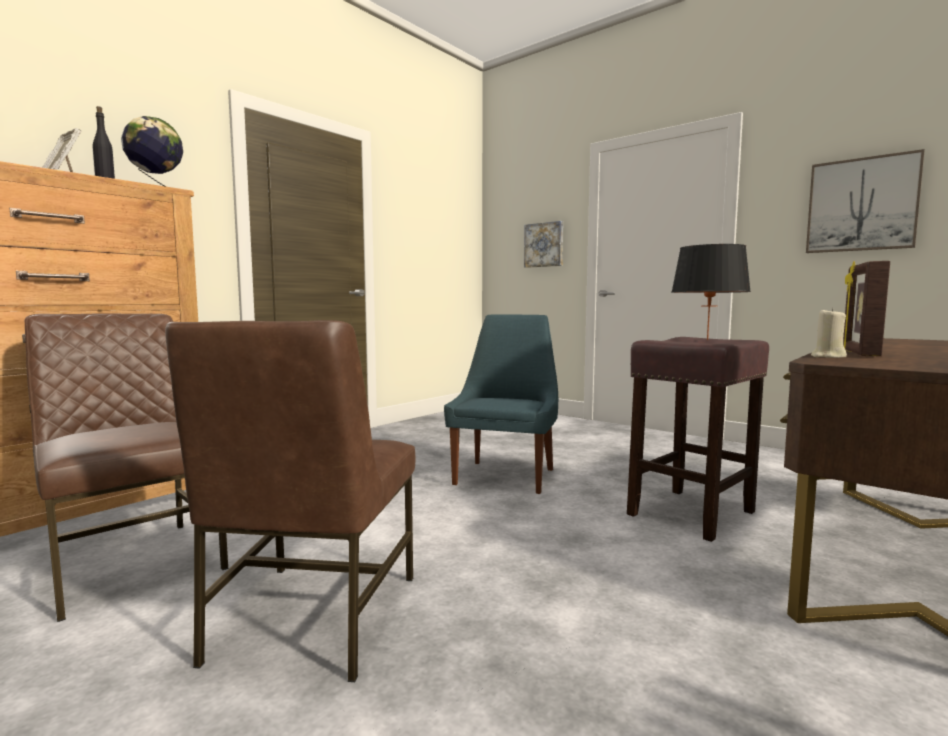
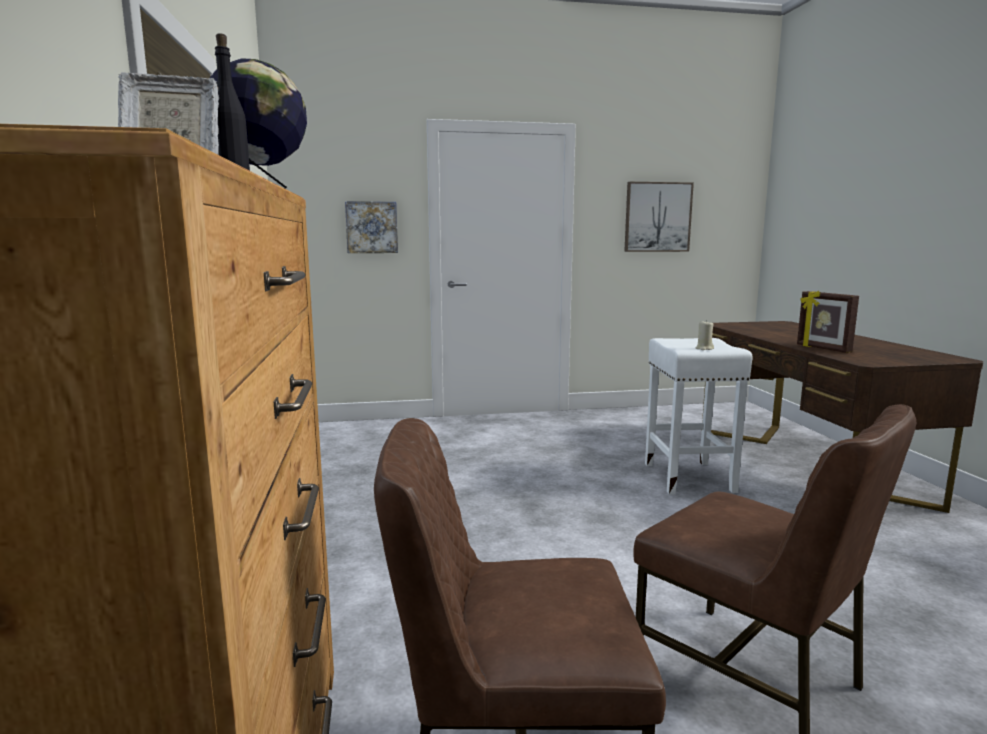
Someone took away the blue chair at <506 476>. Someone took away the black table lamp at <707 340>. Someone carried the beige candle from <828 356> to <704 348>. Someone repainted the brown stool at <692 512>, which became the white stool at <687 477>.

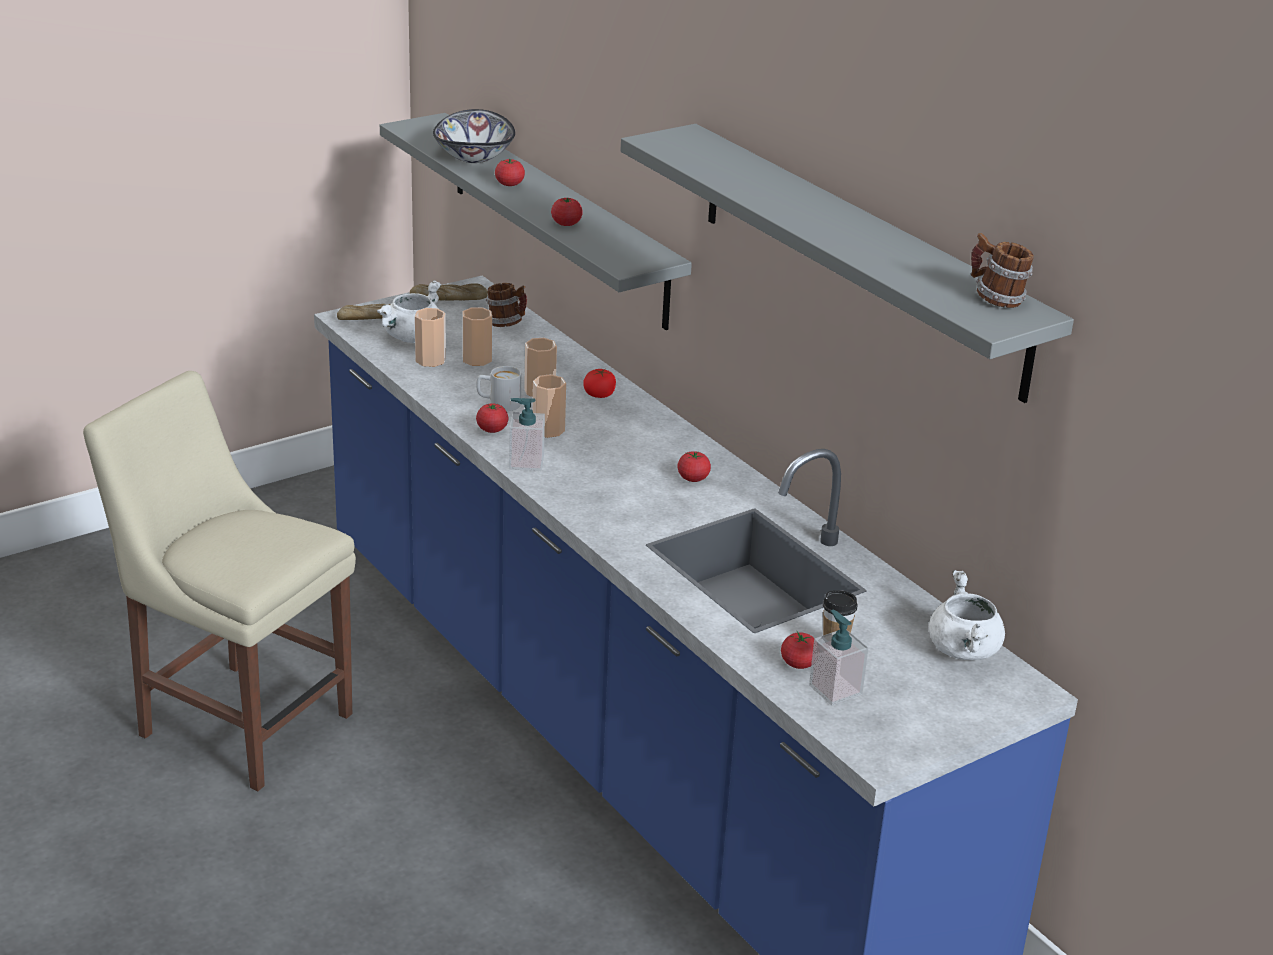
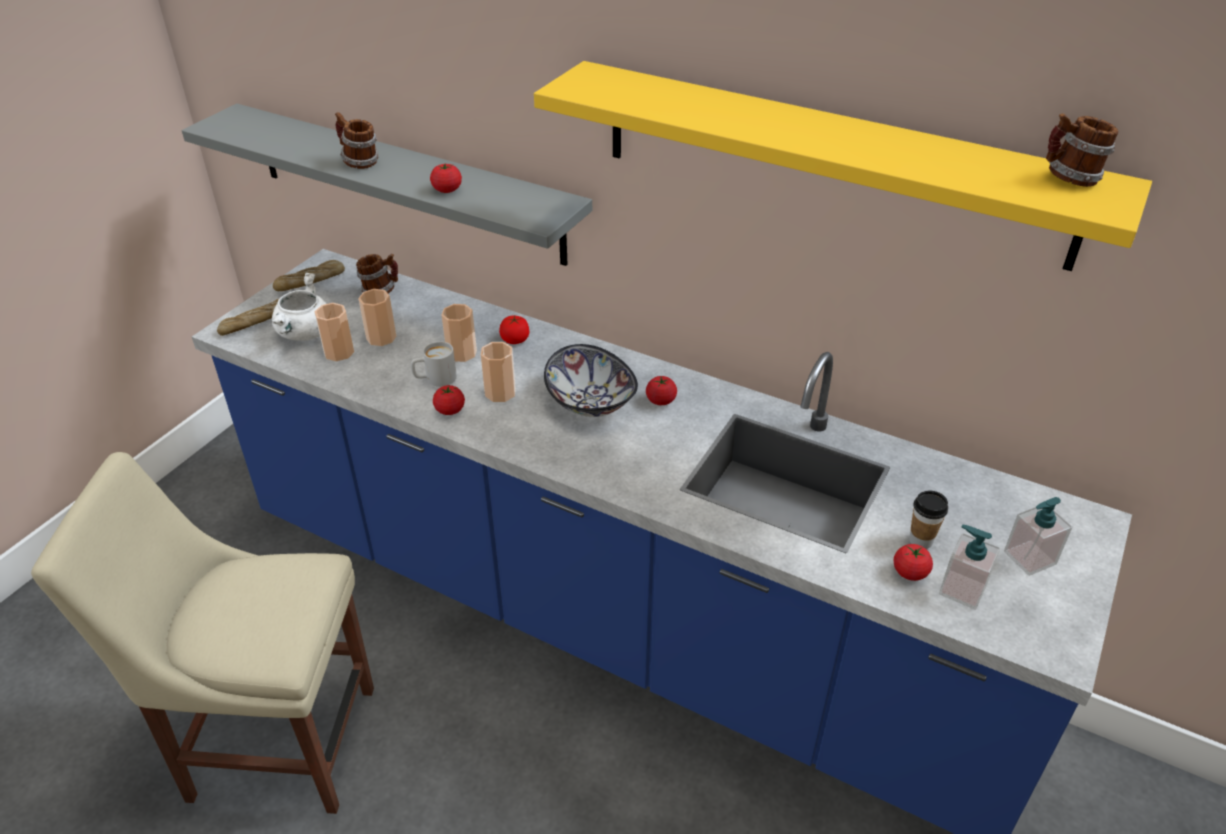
Someone took away the white cooking pot at <965 651>. Someone carried the bowl from <473 156> to <589 402>. Someone carried the soap dispenser from <526 462> to <1029 558>. Someone swapped the tomato at <509 184> for the mug at <359 162>. Someone repainted the grey shelf at <859 257>, which became the yellow shelf at <829 162>.

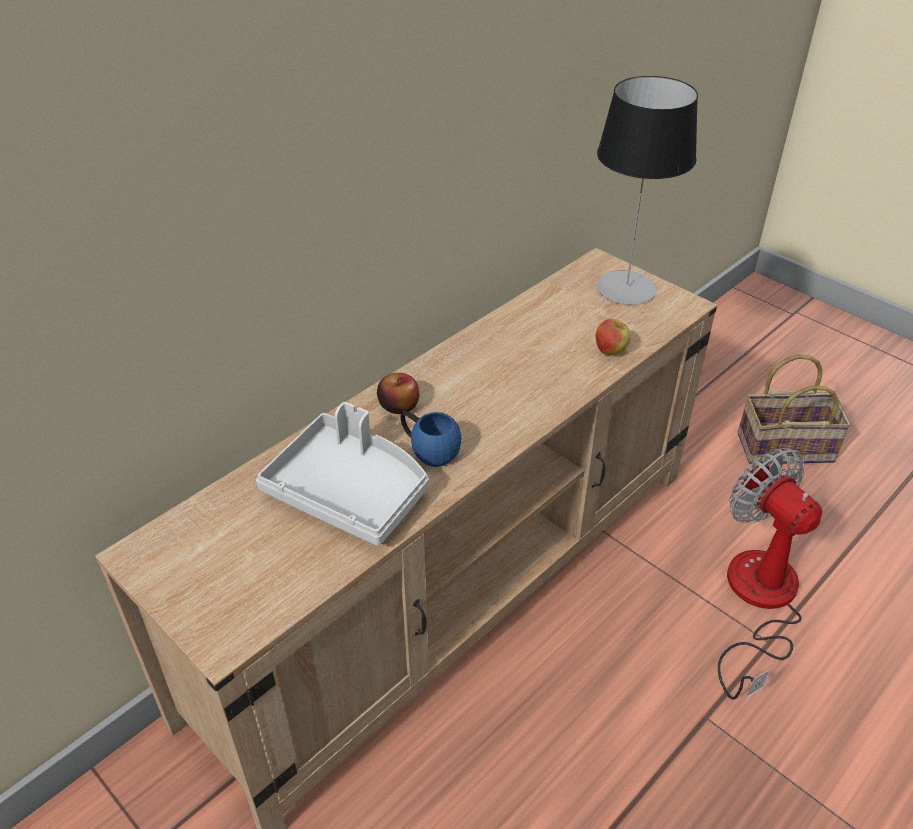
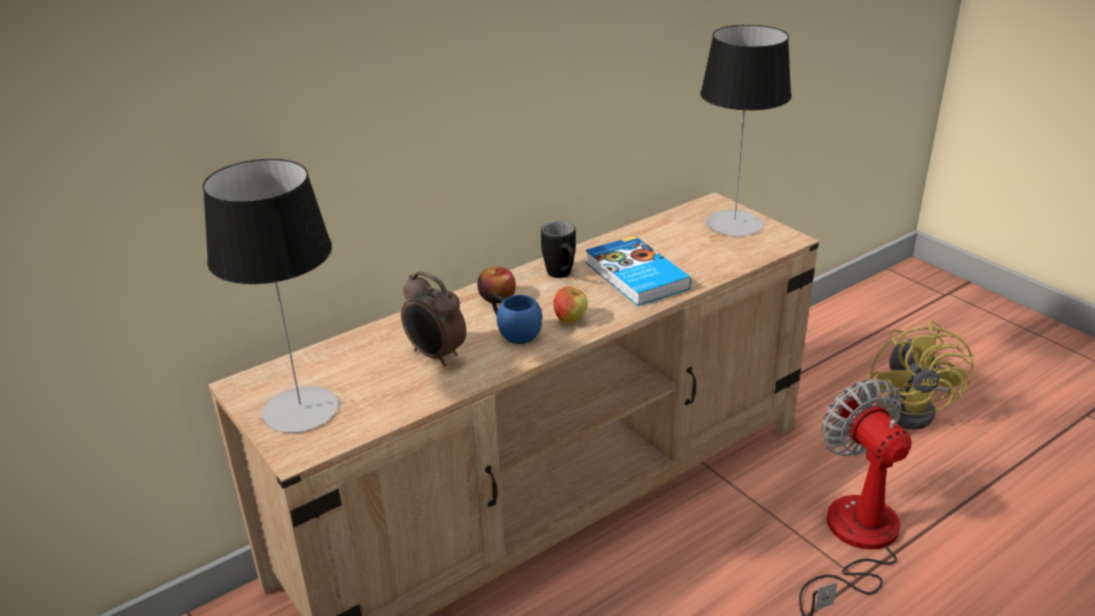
Someone put down the table lamp at <301 409>. Someone put down the black mug at <562 276>. Someone put down the book at <635 276>. Someone carried the apple from <610 351> to <570 320>. Someone swapped the grey tray at <349 491> for the alarm clock at <435 356>. Someone swapped the basket at <786 446> for the yellow fan at <914 409>.

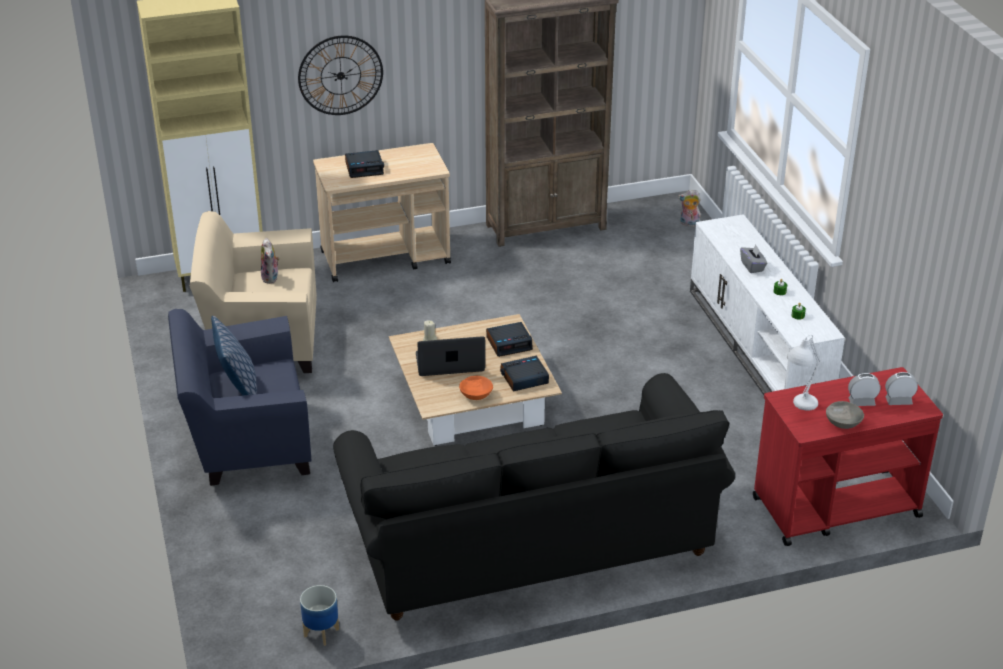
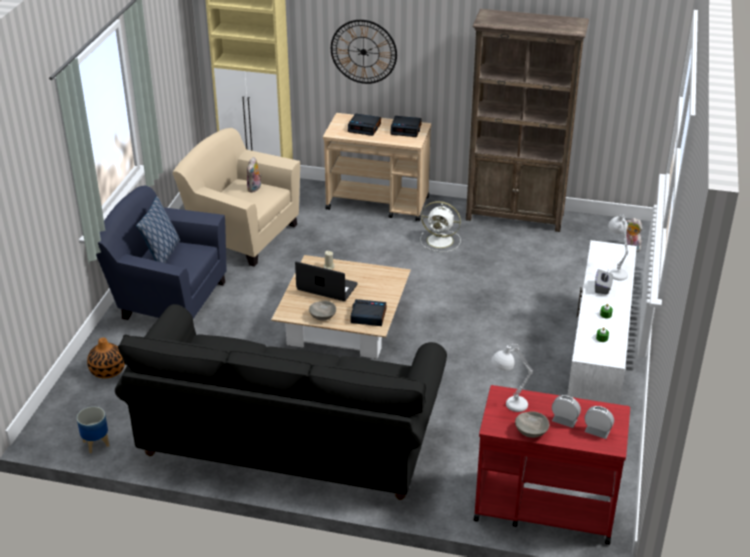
Someone put down the vase at <107 370>. Someone put down the white fan at <441 241>. Someone put down the white table lamp at <615 270>. Someone carried the alarm clock from <509 343> to <406 130>. Someone repainted the orange bowl at <475 395>, which became the grey bowl at <322 316>.

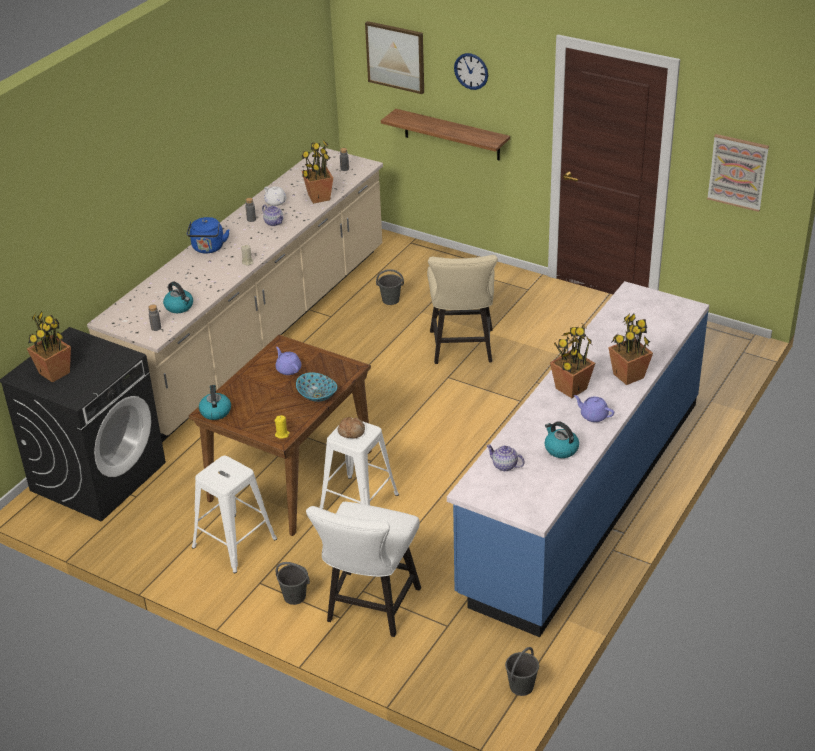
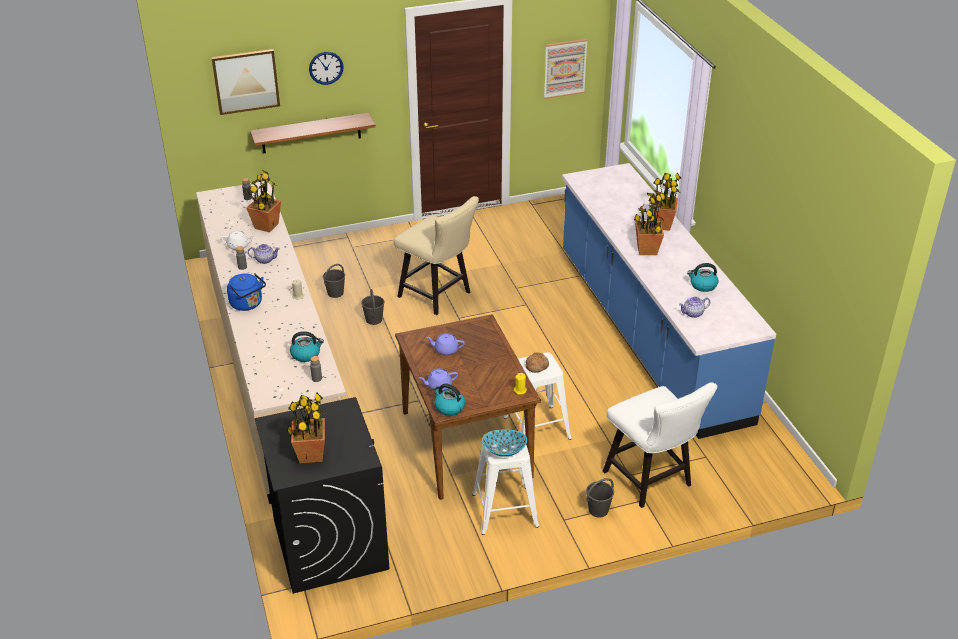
Someone carried the bowl from <317 395> to <504 450>. Someone carried the grey bucket from <521 686> to <374 320>. Someone carried the purple teapot from <593 415> to <439 386>.

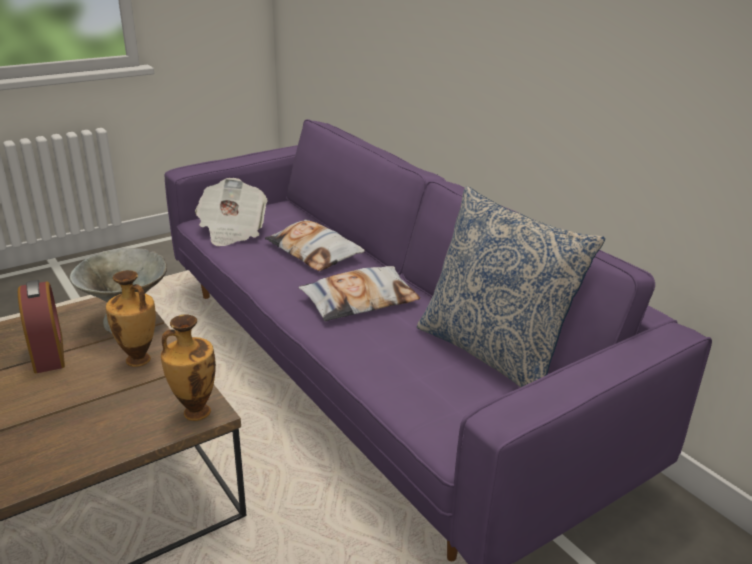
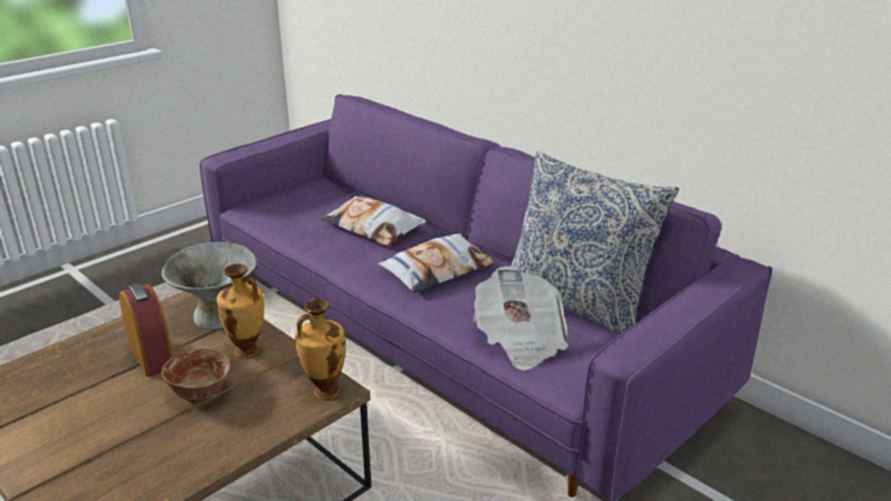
Someone put down the bowl at <200 393>. Someone carried the newspaper from <232 230> to <519 340>.

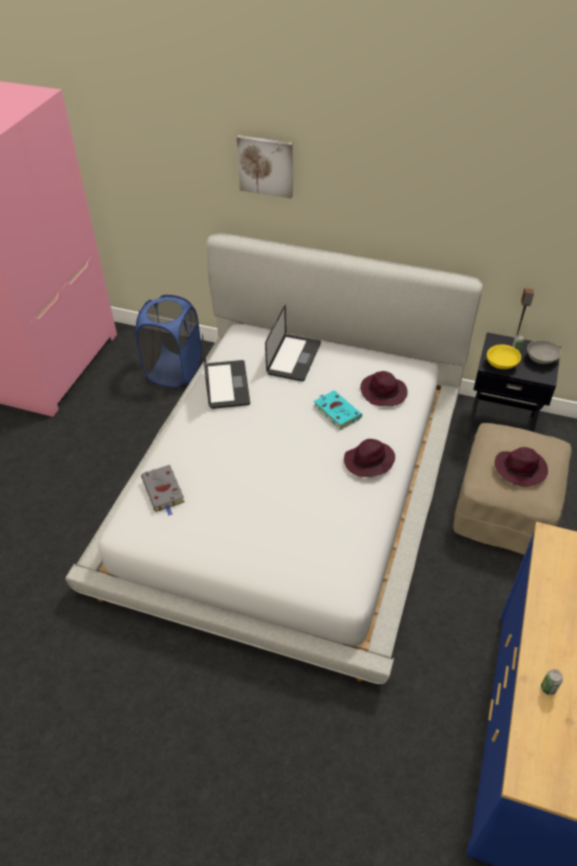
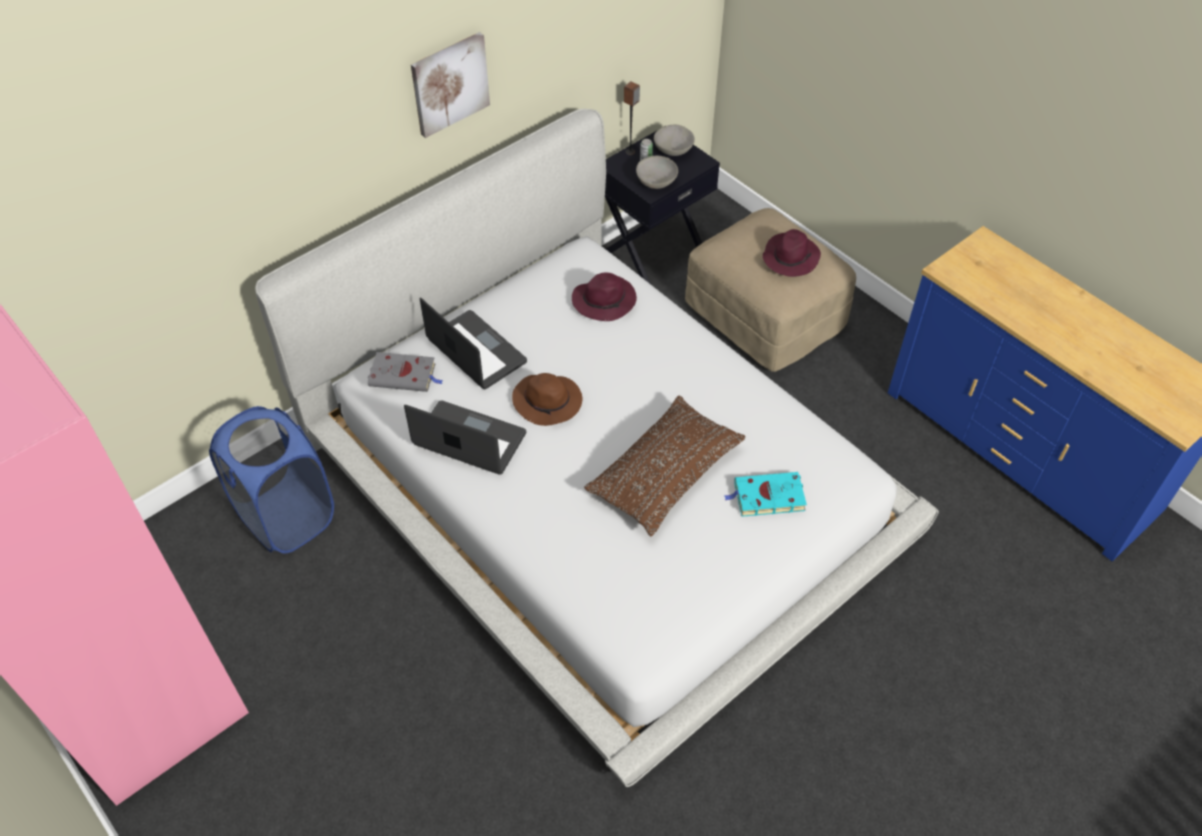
Someone took away the purple hat at <368 462>. Someone took away the can at <548 688>. Someone put down the brown hat at <548 402>. Someone put down the brown pillow at <665 474>. Someone carried the grey book from <164 491> to <404 375>. Someone carried the picture from <266 166> to <449 83>. Someone carried the turquoise book from <336 411> to <767 497>. Someone repainted the yellow bowl at <501 364>, which became the grey bowl at <657 181>.

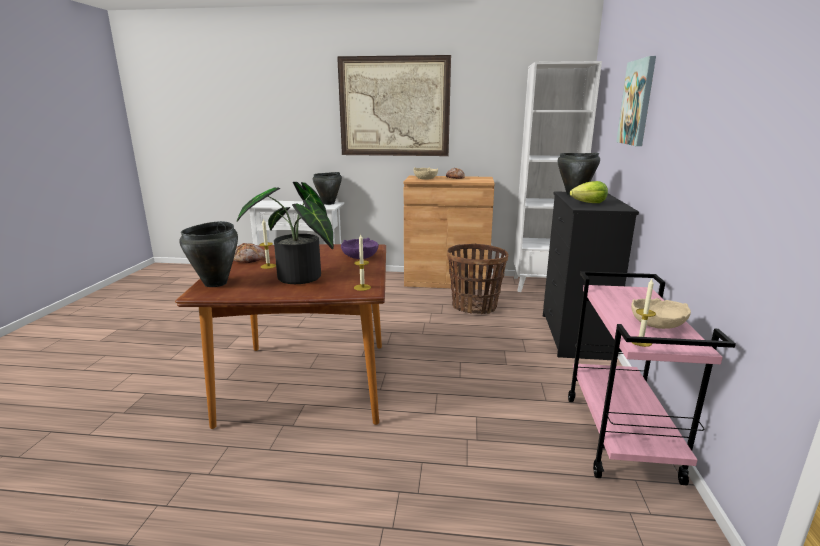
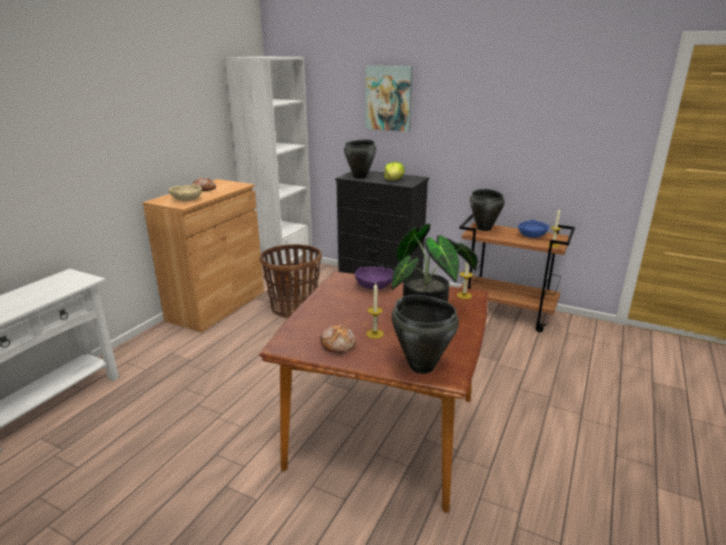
Someone took away the picture at <394 107>. Someone carried the black cooking pot from <329 203> to <484 228>. Someone repainted the pink cart at <621 438>, which became the brown cart at <506 313>. Someone repainted the beige bowl at <656 324>, which became the blue bowl at <531 236>.

